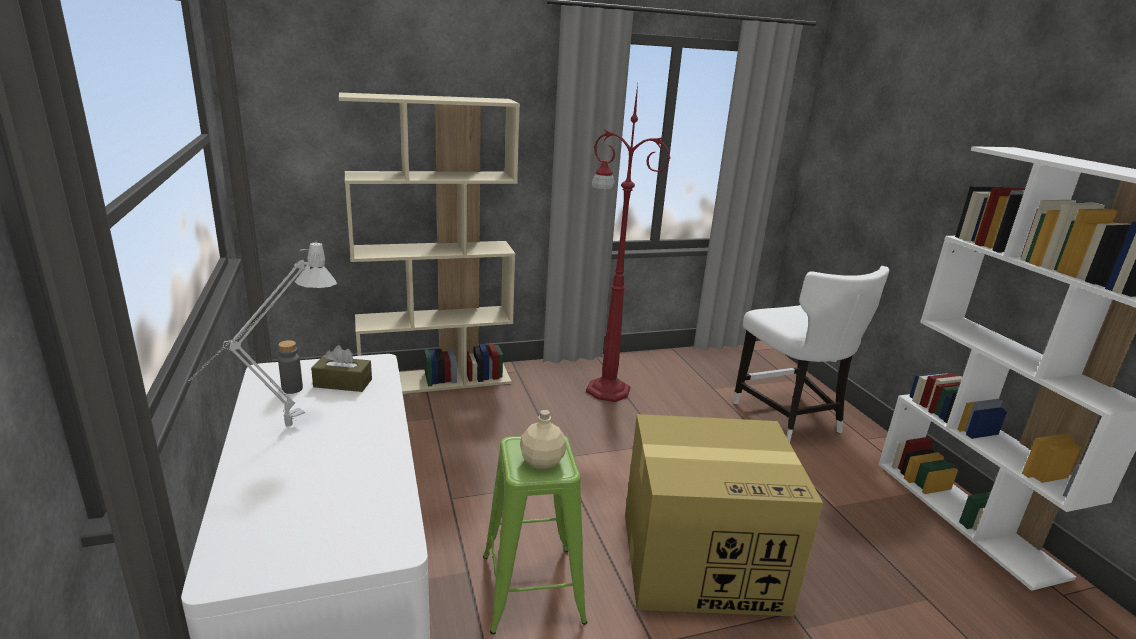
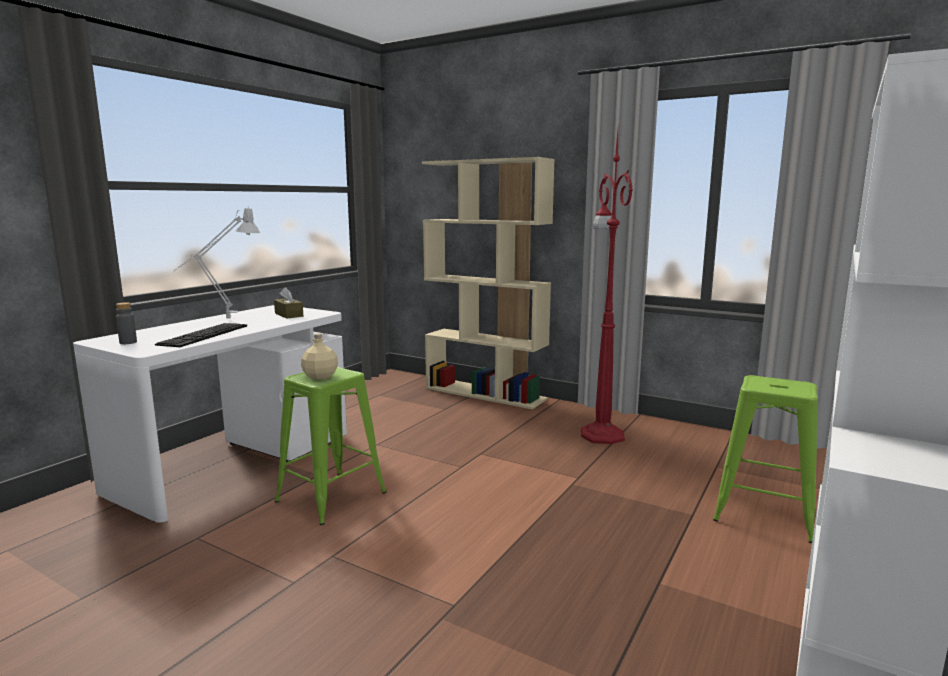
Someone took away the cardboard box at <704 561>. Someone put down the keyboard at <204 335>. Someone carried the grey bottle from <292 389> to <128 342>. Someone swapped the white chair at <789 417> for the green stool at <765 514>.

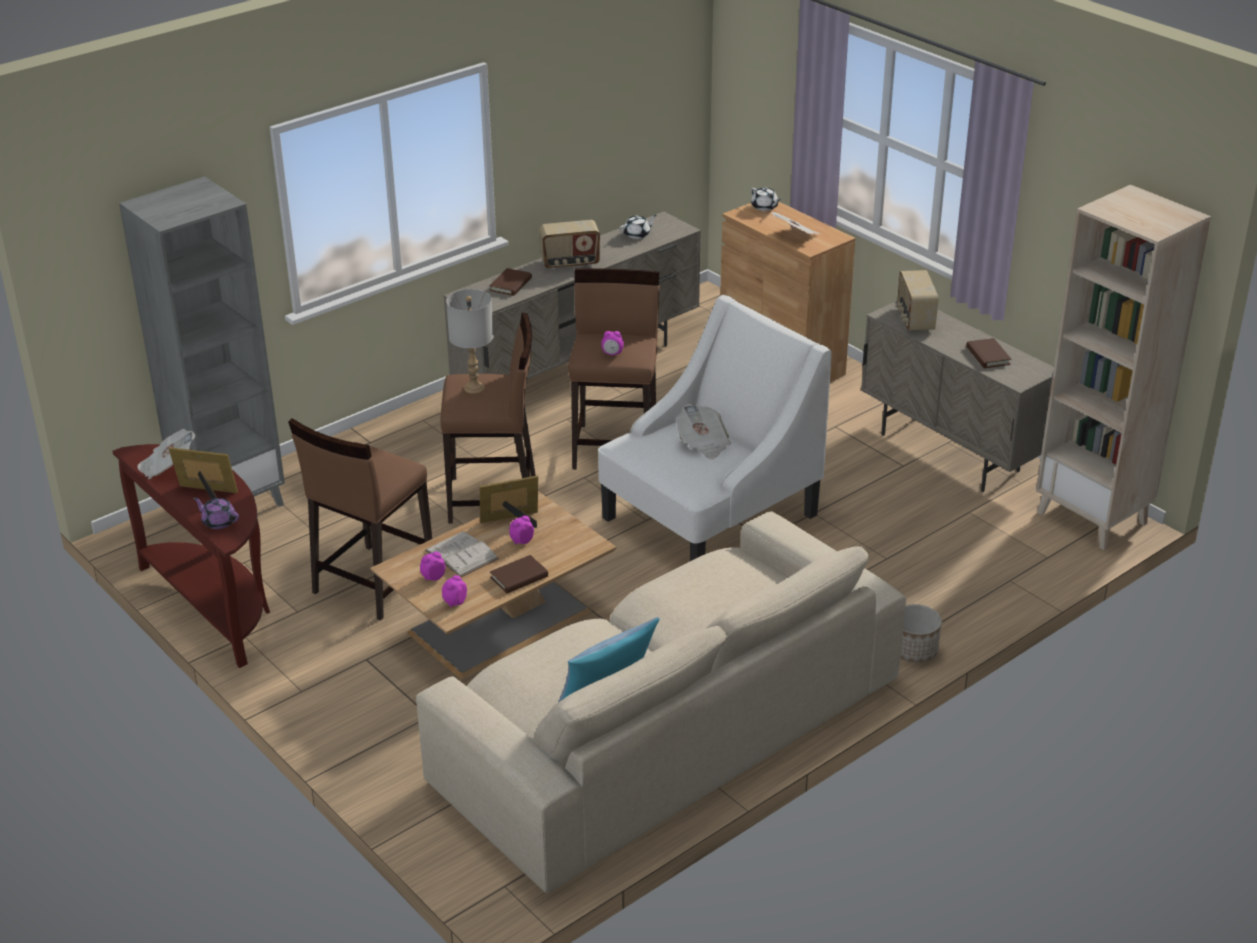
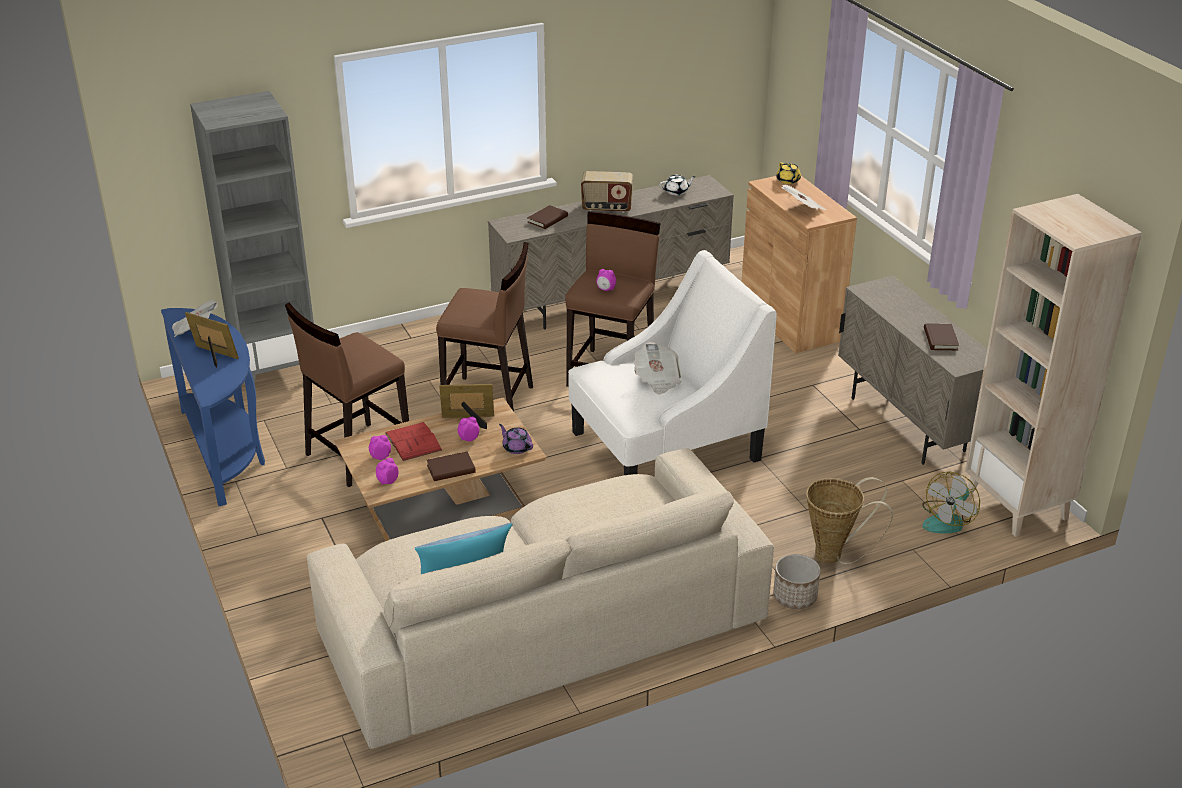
Someone took away the grey table lamp at <474 388>. Someone took away the radio at <914 319>. Someone put down the basket at <835 556>. Someone put down the fan at <947 520>. Someone carried the purple teapot from <219 522> to <516 447>. Someone repainted the brown console table at <215 605>, which became the blue console table at <225 451>. Someone repainted the white book at <461 554>, which became the red book at <413 441>. Someone repainted the white teapot at <764 207>, which became the yellow teapot at <788 181>.

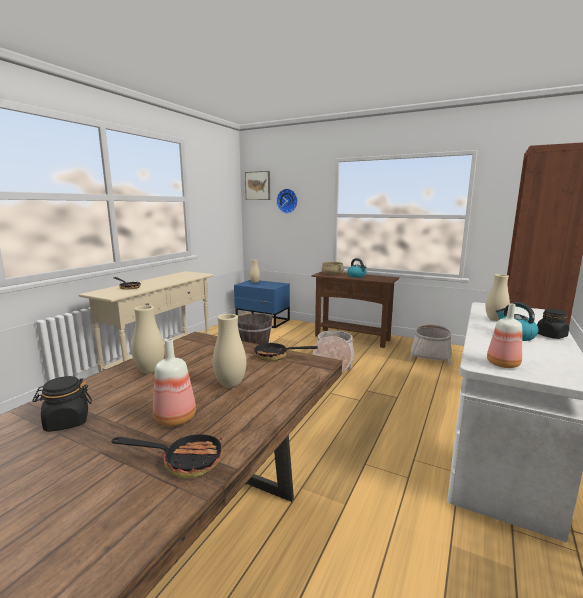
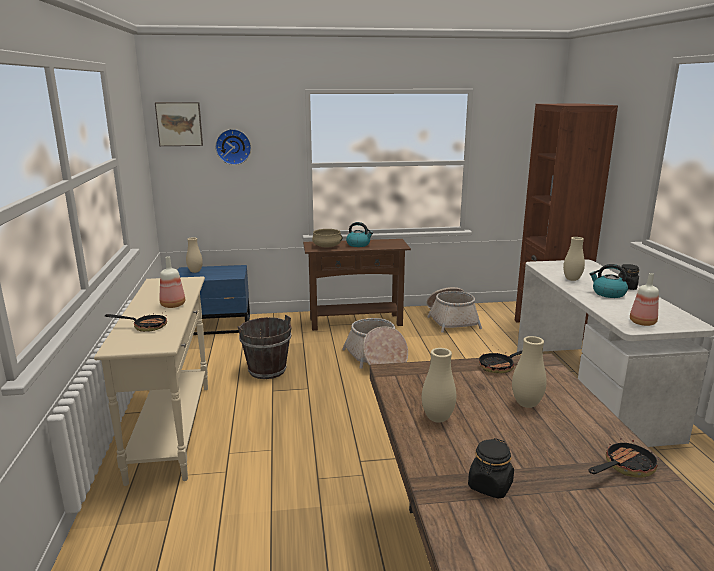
Someone carried the bottle from <175 418> to <172 305>.

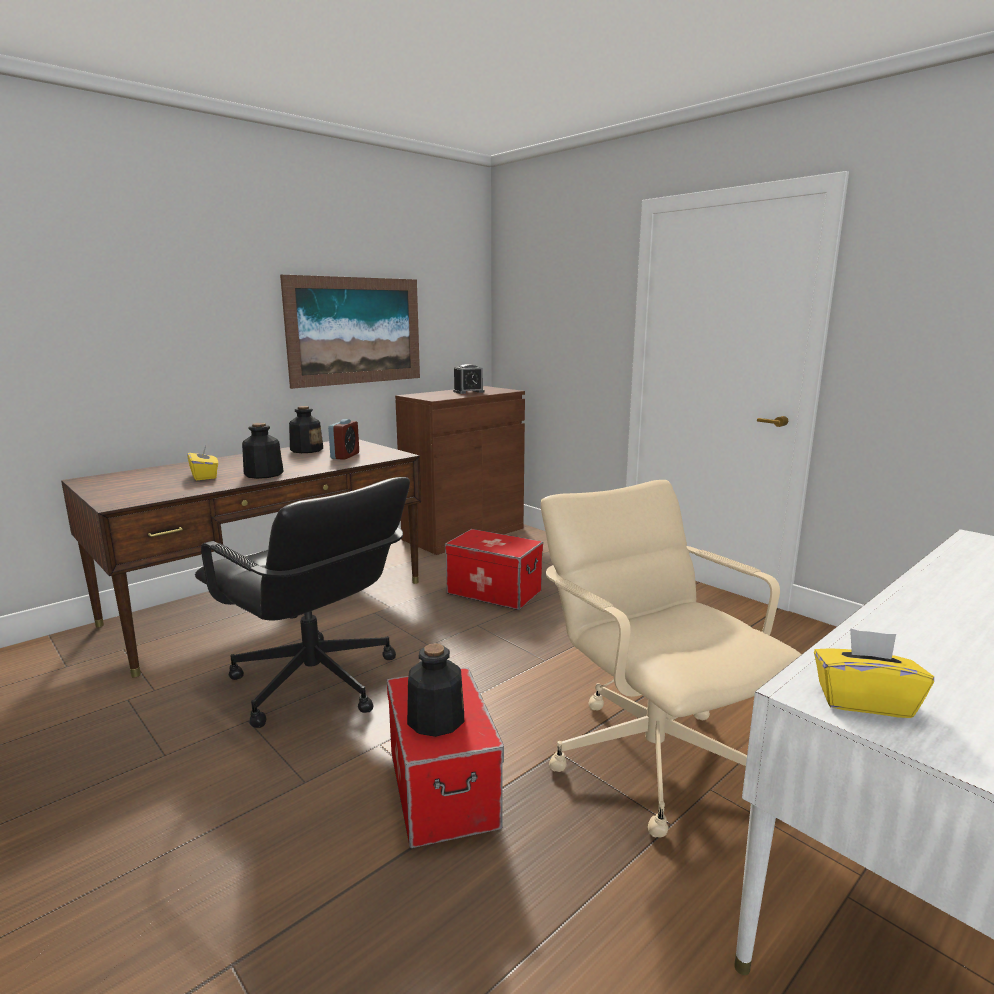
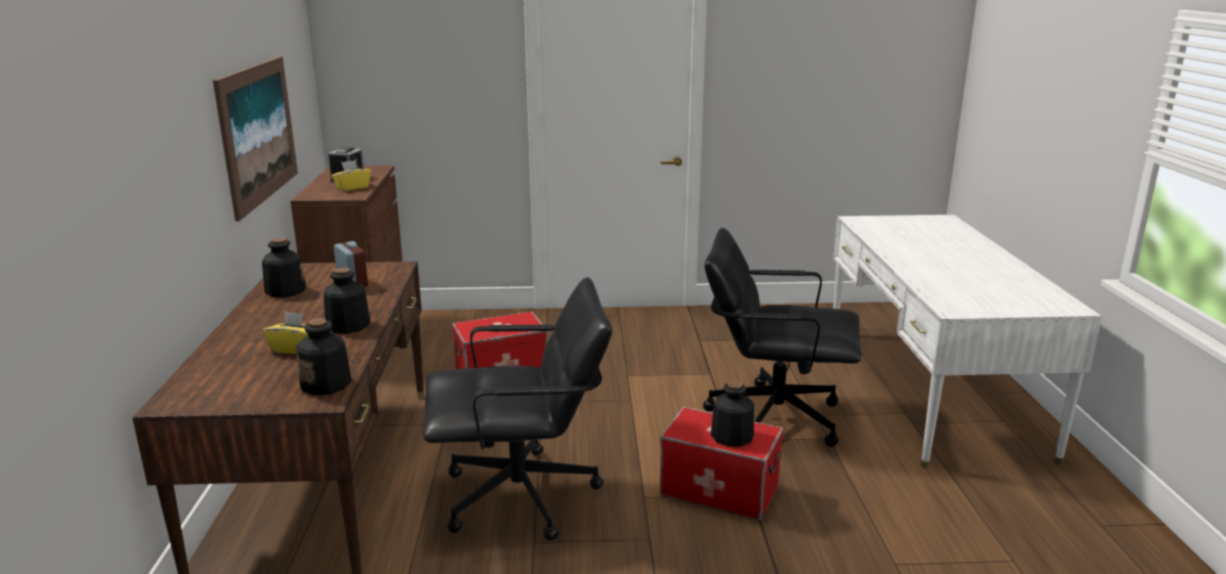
Someone put down the bottle at <326 384>. Someone carried the yellow tissue box from <863 701> to <352 187>. Someone repainted the beige office chair at <652 758>, which became the black office chair at <773 417>.

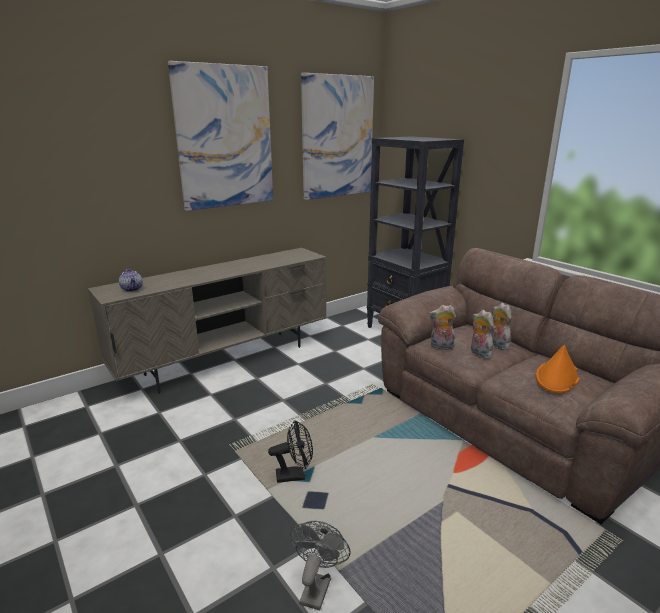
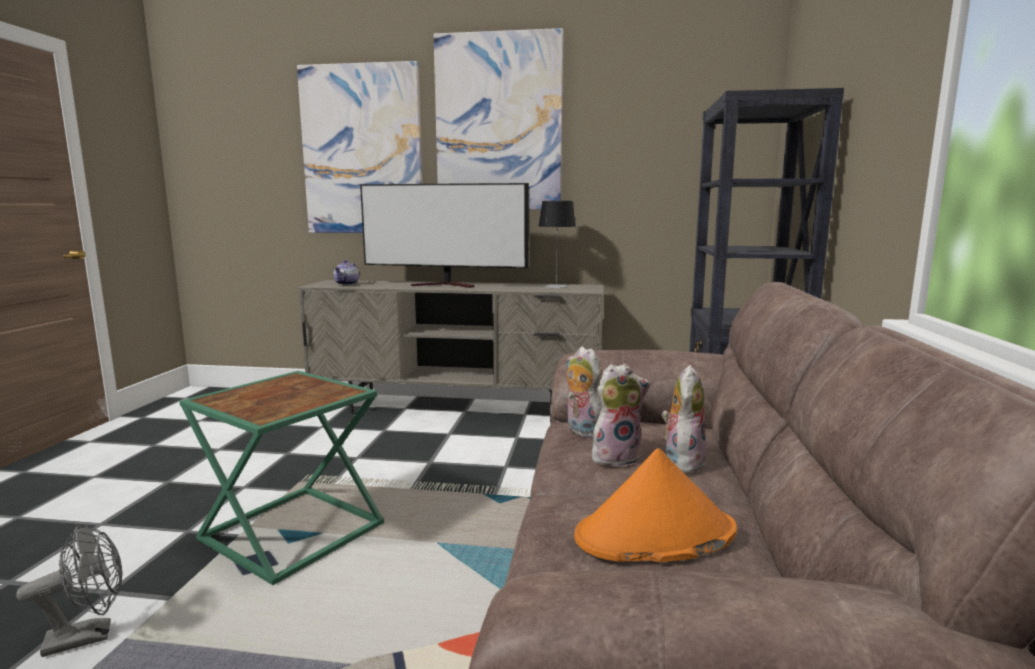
Someone put down the television at <447 285>. Someone put down the table lamp at <556 286>. Someone carried the picture from <337 137> to <362 150>. Someone swapped the black fan at <295 475> for the green side table at <293 530>. Someone rotated the plush toy at <479 353> by 60 degrees clockwise.

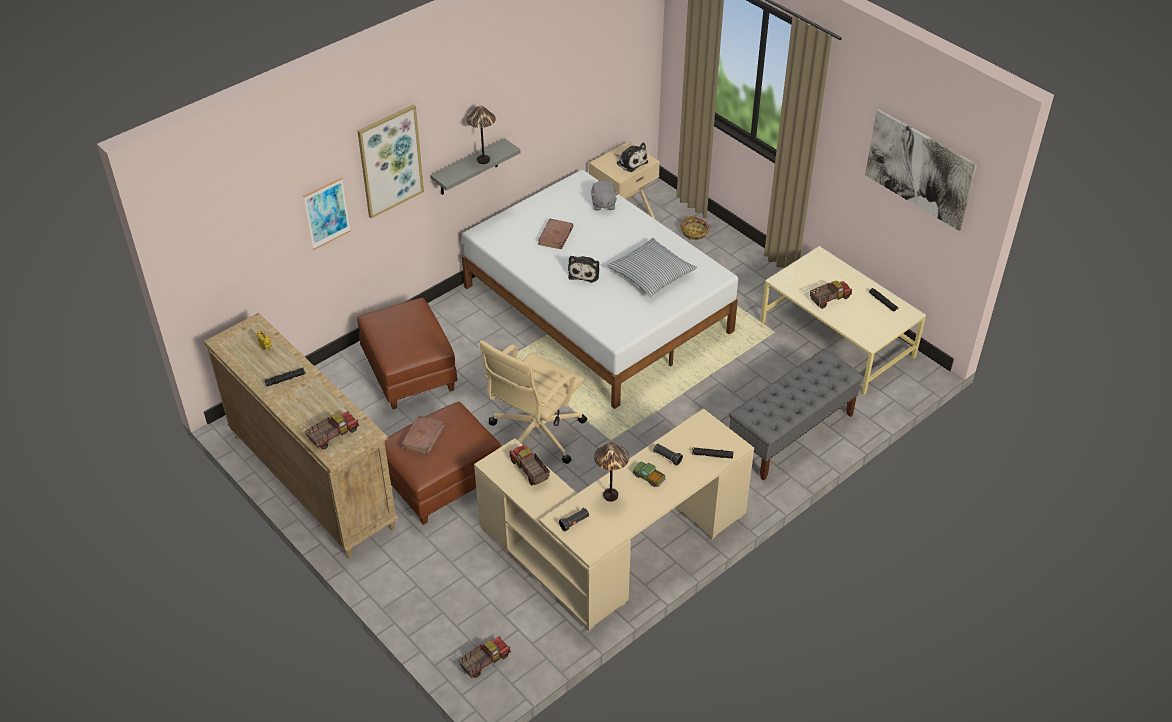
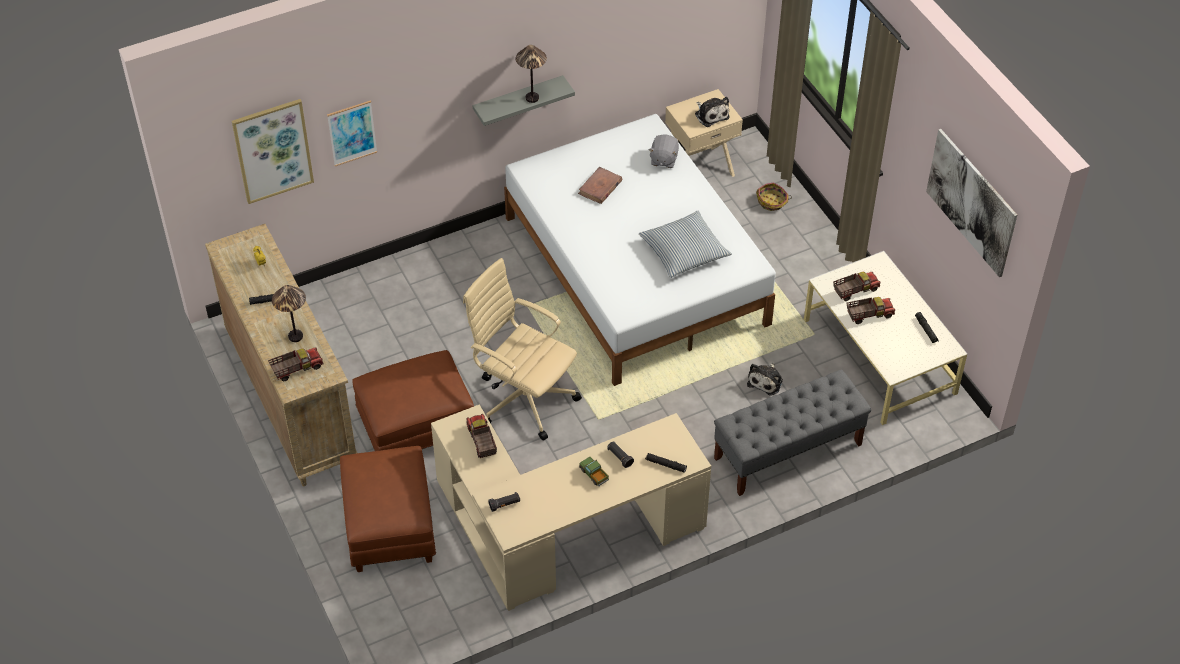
Someone took away the brown book at <423 436>. Someone carried the picture from <390 161> to <273 150>. Someone carried the brown ottoman from <408 372> to <389 526>. Someone carried the toy truck from <484 662> to <855 290>. Someone carried the plush toy from <584 272> to <766 381>. Someone carried the table lamp from <610 496> to <295 337>. Someone rotated the beige office chair at <534 436> by 75 degrees clockwise.

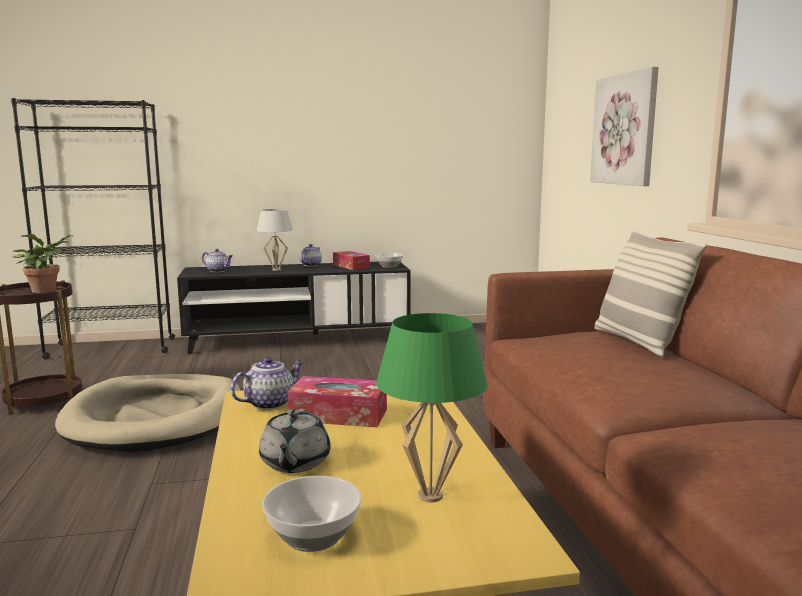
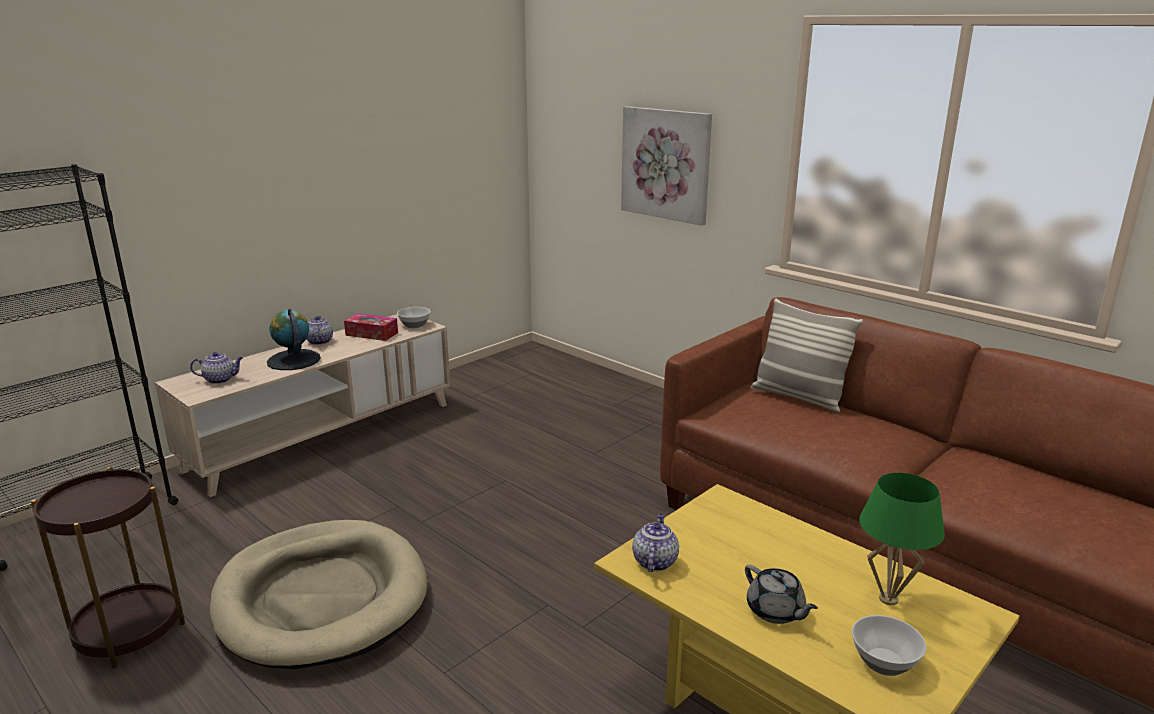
Someone took away the potted plant at <46 290>. Someone took away the tissue box at <338 415>. Someone swapped the white table lamp at <276 269> for the globe at <293 360>. Someone repainted the black tv stand at <298 341>, which became the beige tv stand at <323 436>.

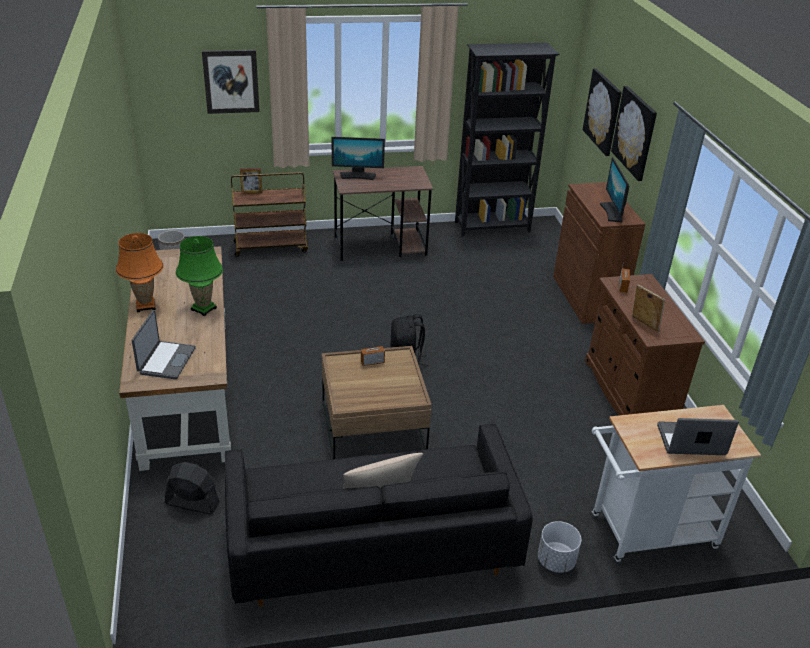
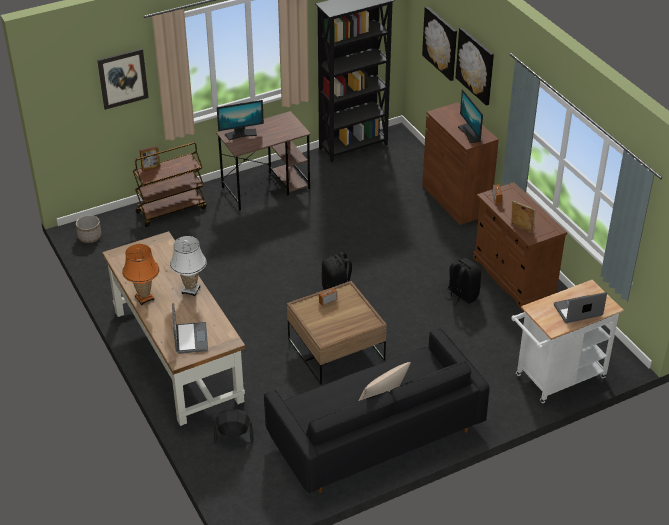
Someone took away the white planter at <556 561>. Someone put down the black backpack at <461 295>. Someone repainted the green table lamp at <204 309>, which became the white table lamp at <191 290>.

